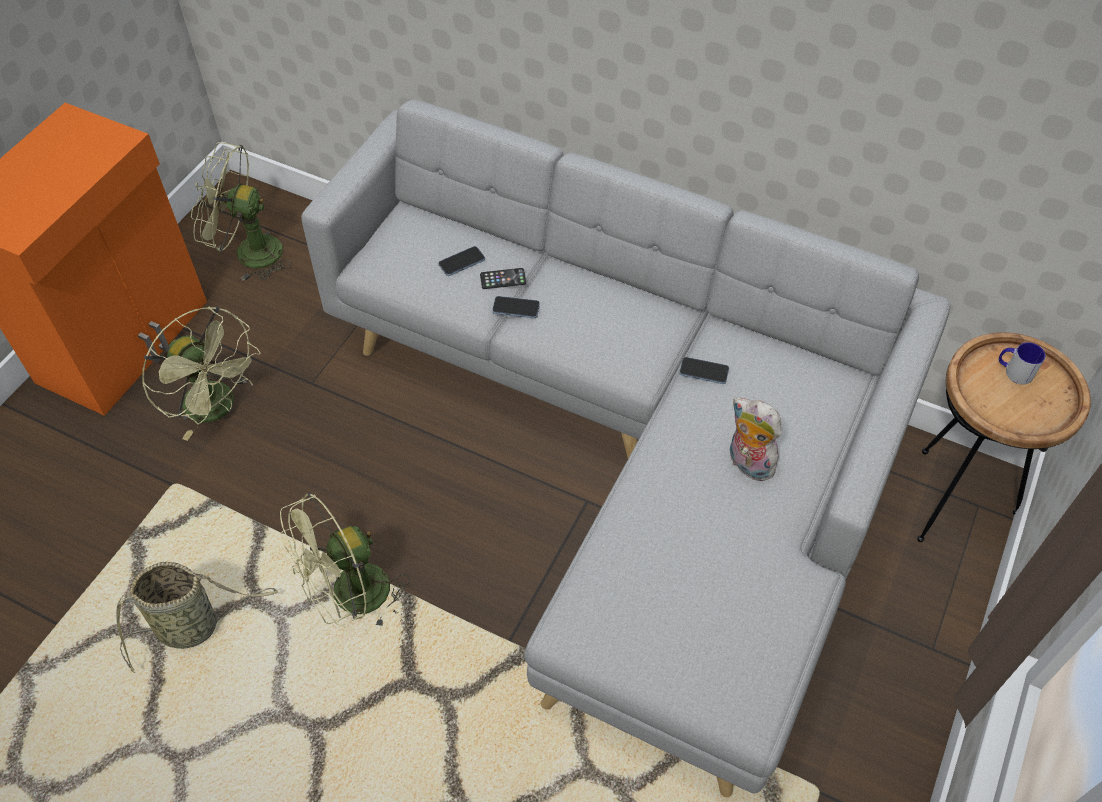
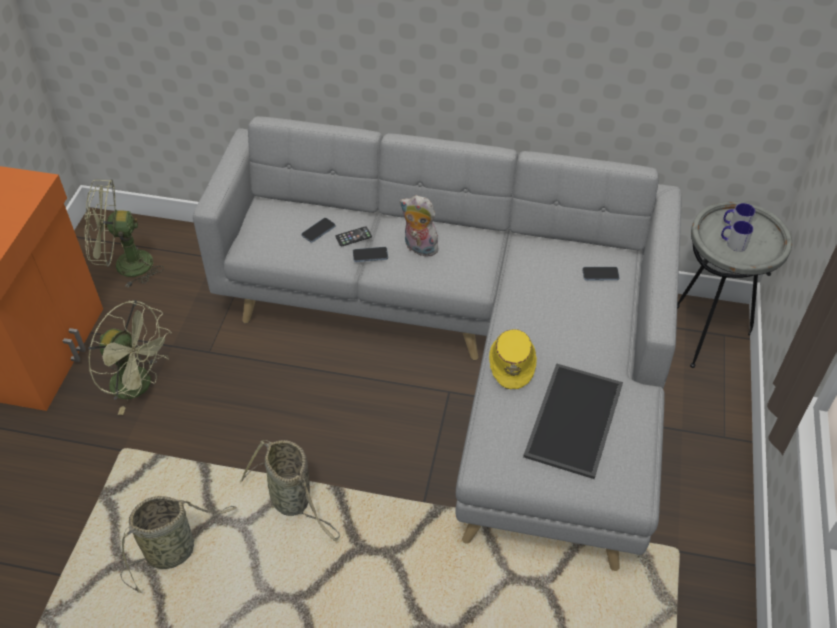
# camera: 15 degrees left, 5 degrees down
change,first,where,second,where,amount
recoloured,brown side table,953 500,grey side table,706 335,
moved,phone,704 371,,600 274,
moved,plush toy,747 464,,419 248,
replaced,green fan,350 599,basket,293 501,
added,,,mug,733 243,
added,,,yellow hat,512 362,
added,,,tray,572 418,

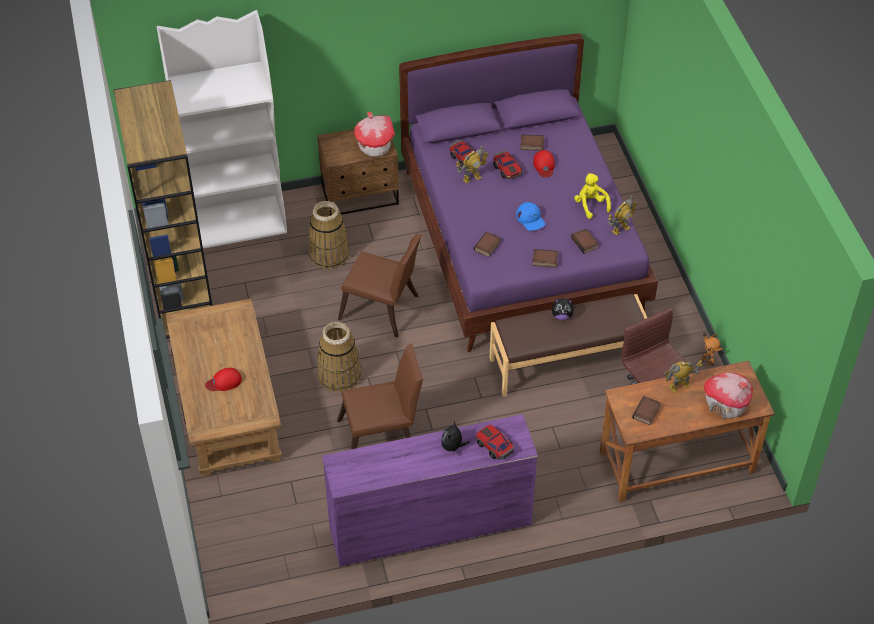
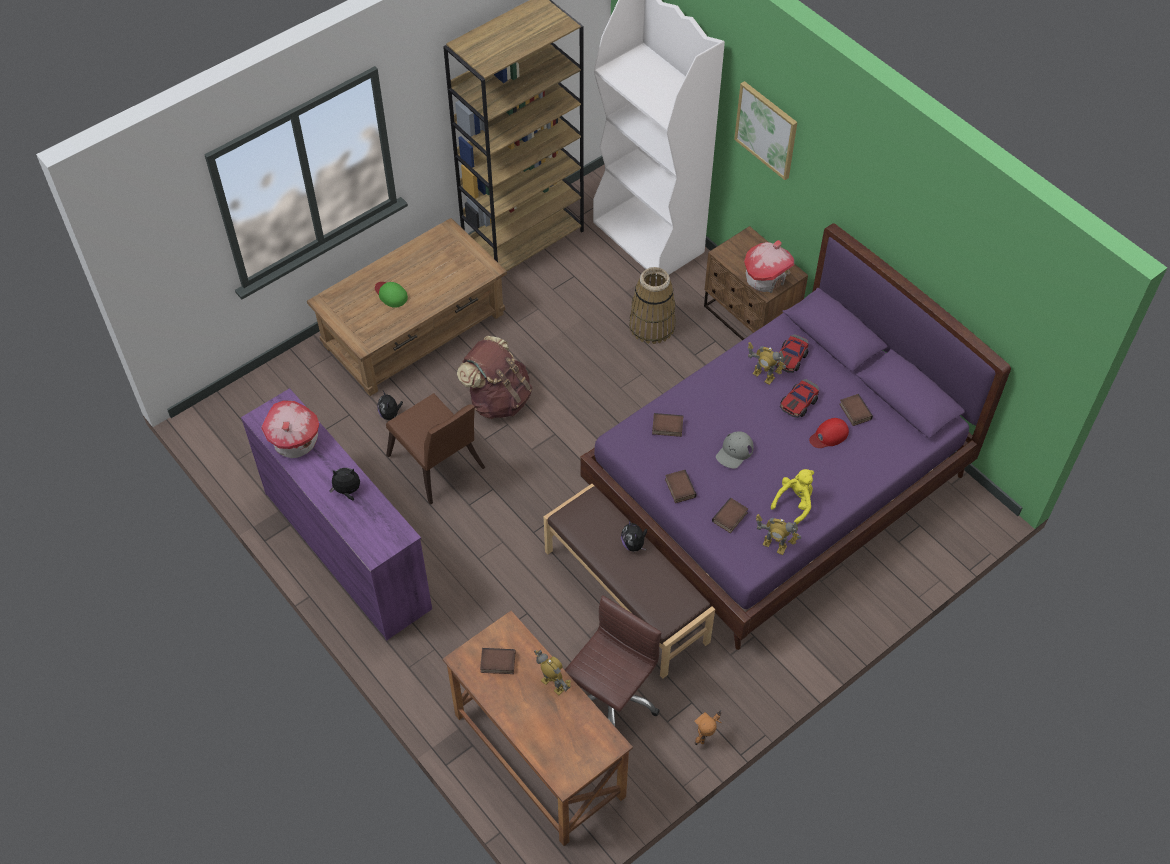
# camera: 65 degrees right, 5 degrees up
change,first,where,second,where,amount
recoloured,blue cap,530 219,grey cap,734 452,
removed,brown chair,383 310,,,
replaced,basket,339 375,brown backpack,498 399,
recoloured,red cap,224 382,green cap,391 294,
moved,toy house,726 405,,295 441,
removed,toy car,494 446,,,
added,,,picture,766 129,
added,,,plush toy,390 415,

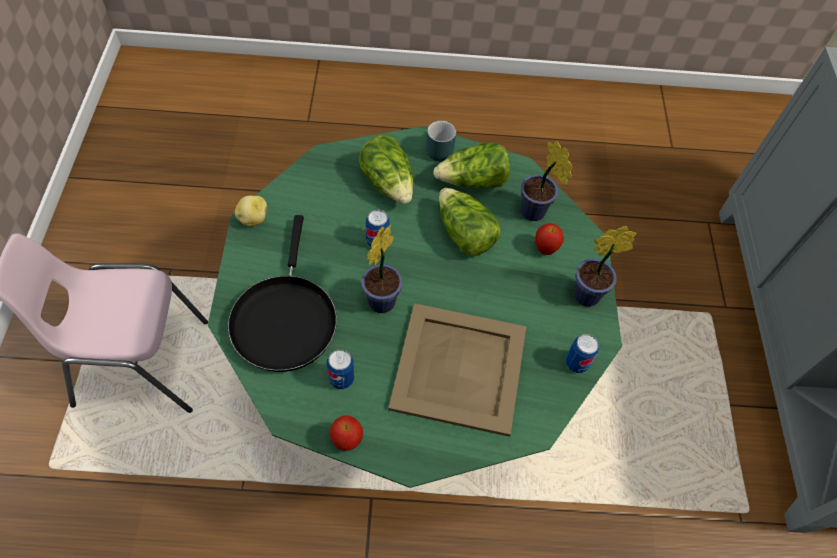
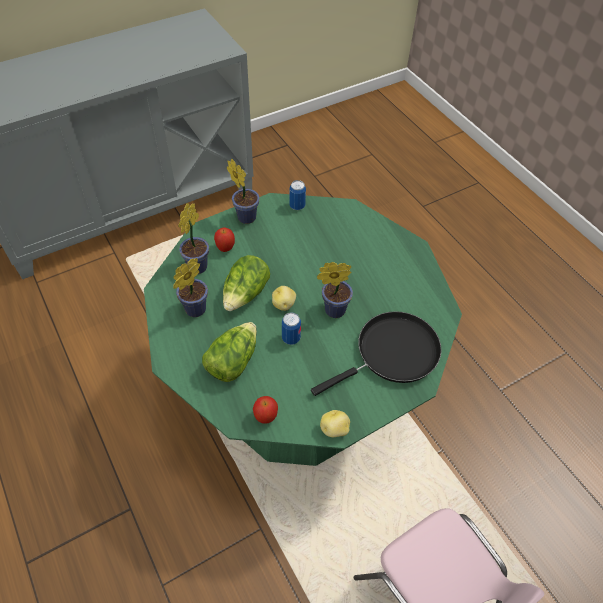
# camera: 120 degrees left, 5 degrees down
change,first,where,second,where,amount
removed,turquoise mug,438 149,,,
replaced,lettuce,473 182,potted plant,193 311,
removed,beige tray,458 369,,,
removed,can,341 379,,,
moved,apple,347 440,,265 417,
added,,,potato,284 304,

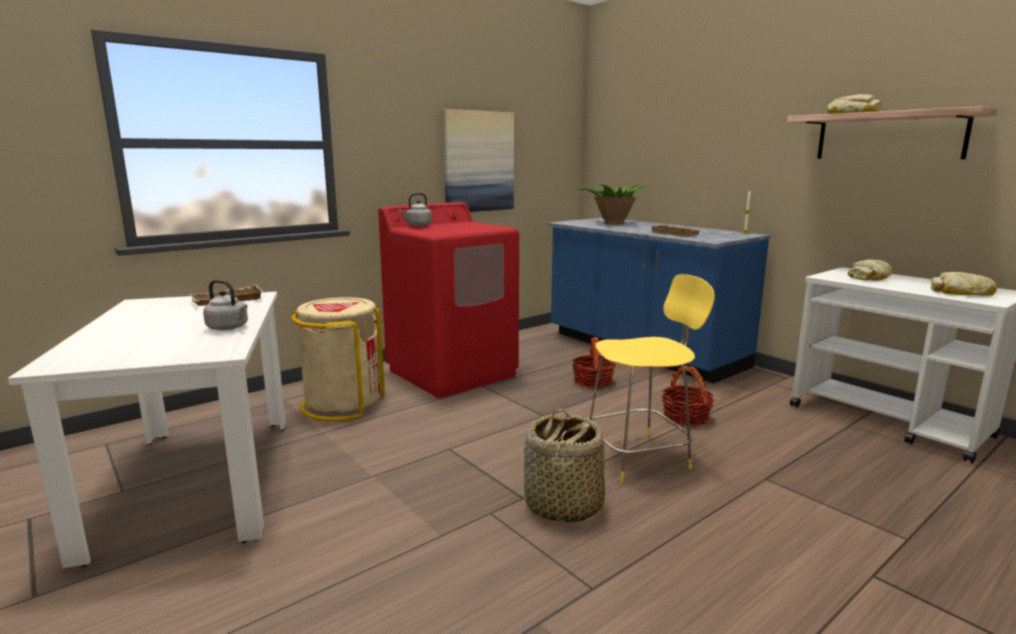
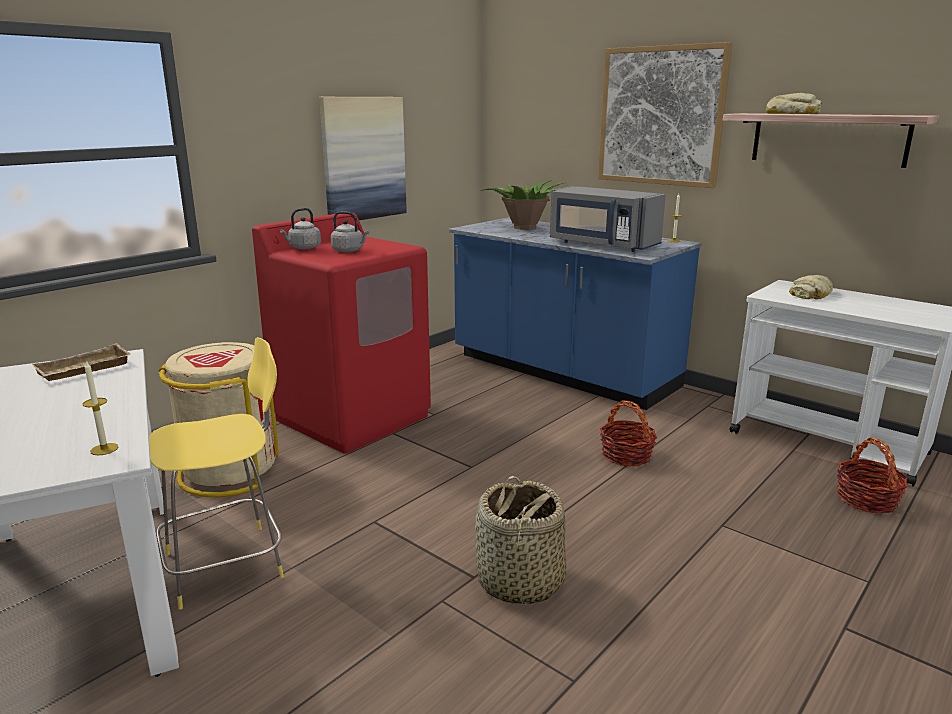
# camera: 10 degrees left, 5 degrees up
change,first,where,second,where,amount
replaced,beige tray,676 234,grey microwave,601 245,
removed,bread,961 292,,,
moved,yellow stool,640 456,,229 564,
moved,grey kettle,229 328,,349 251,
moved,basket,593 381,,866 500,
added,,,picture,661 116,
added,,,candle,104 449,

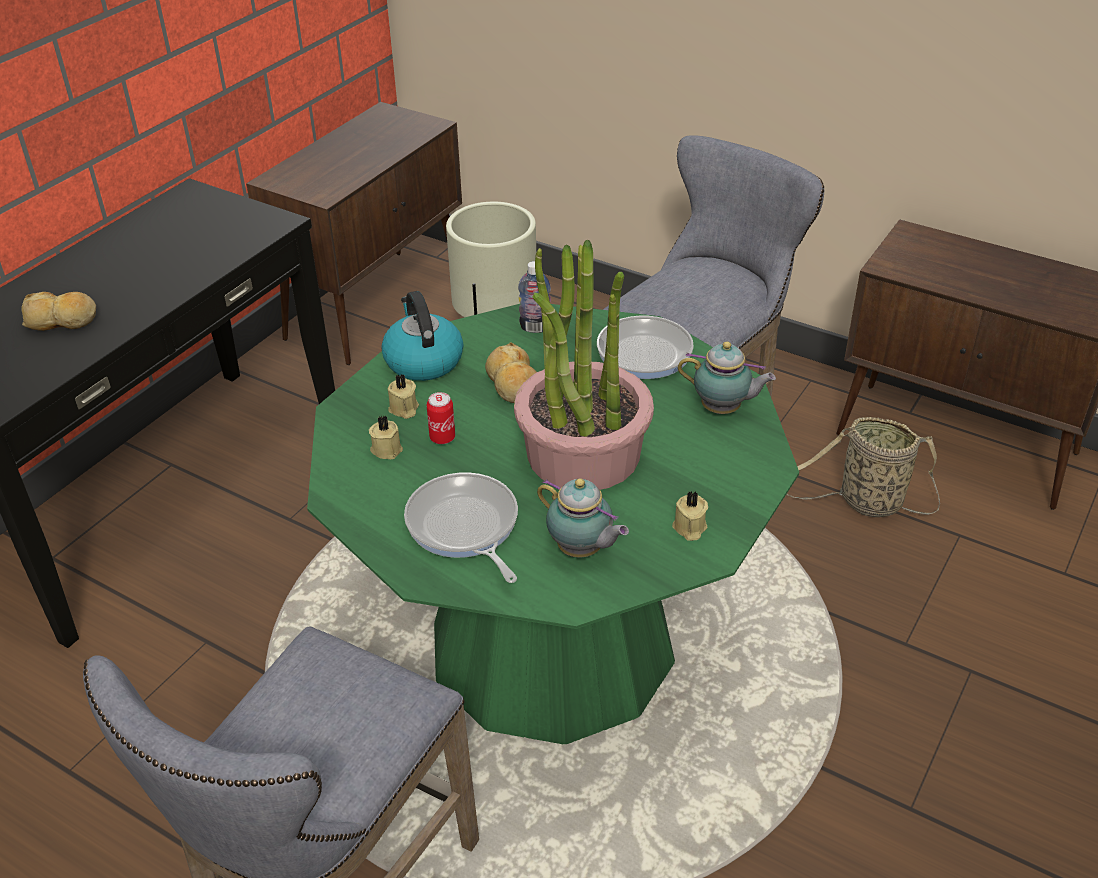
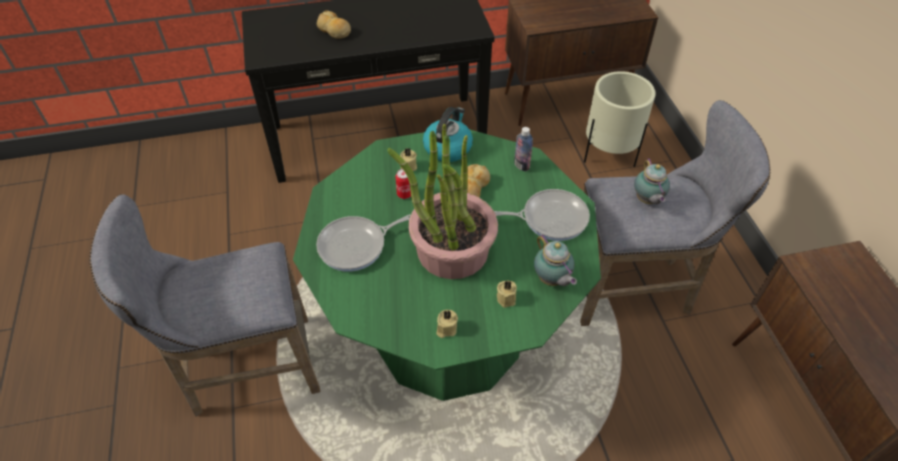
# camera: 45 degrees right, 10 degrees up
change,first,where,second,where,amount
moved,beige candle,387 449,,507 298,
removed,basket,865 503,,,
turned,frying pan,464 527,,356 246,135 degrees counterclockwise
moved,teapot,582 551,,647 200,

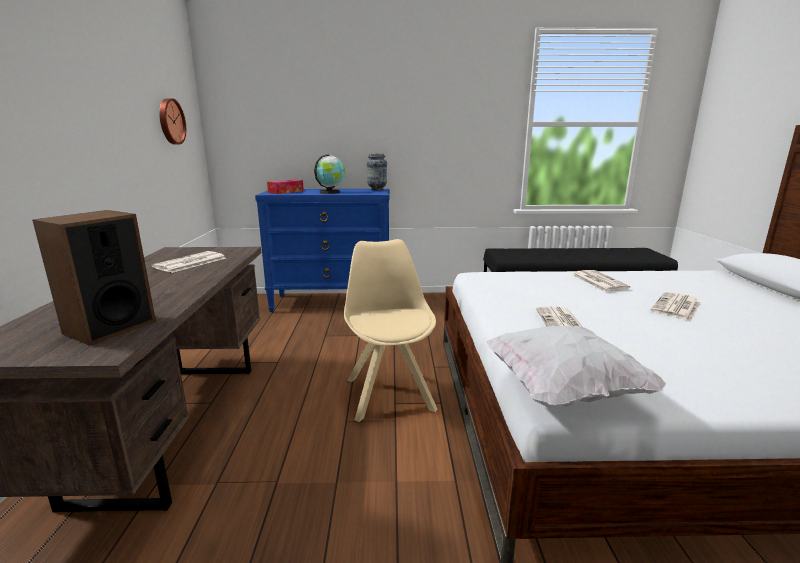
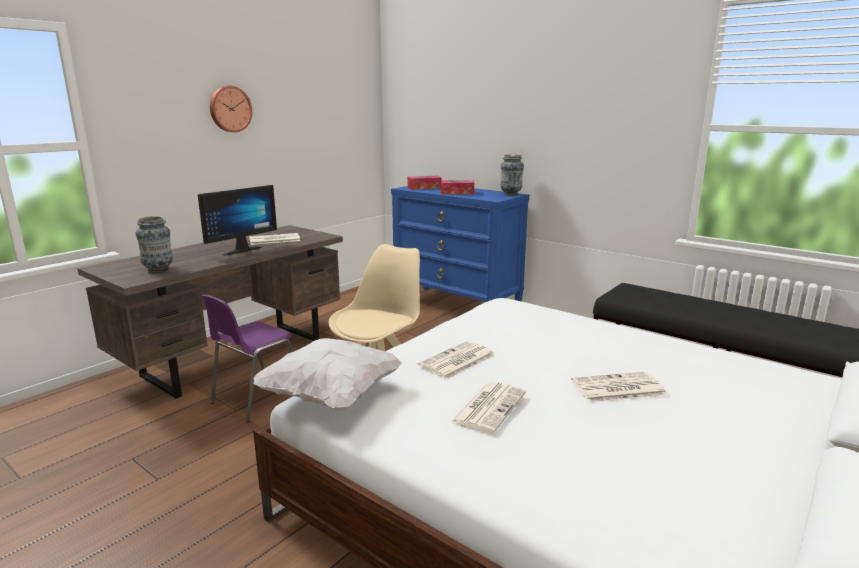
# camera: 40 degrees right, 0 degrees up
change,first,where,second,where,amount
moved,wall clock,170 121,,230 109,
replaced,globe,330 192,tissue box,457 192,
replaced,speaker,109 327,vase,158 269,
moved,newspaper,598 281,,489 407,
added,,,monitor,239 250,
added,,,purple chair,256 399,

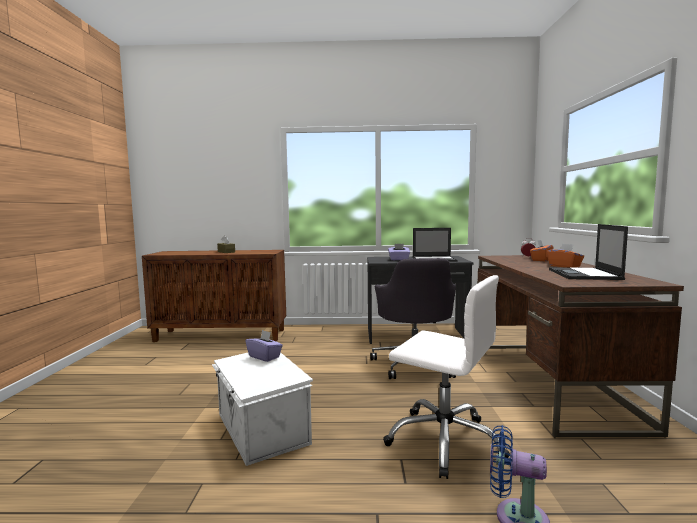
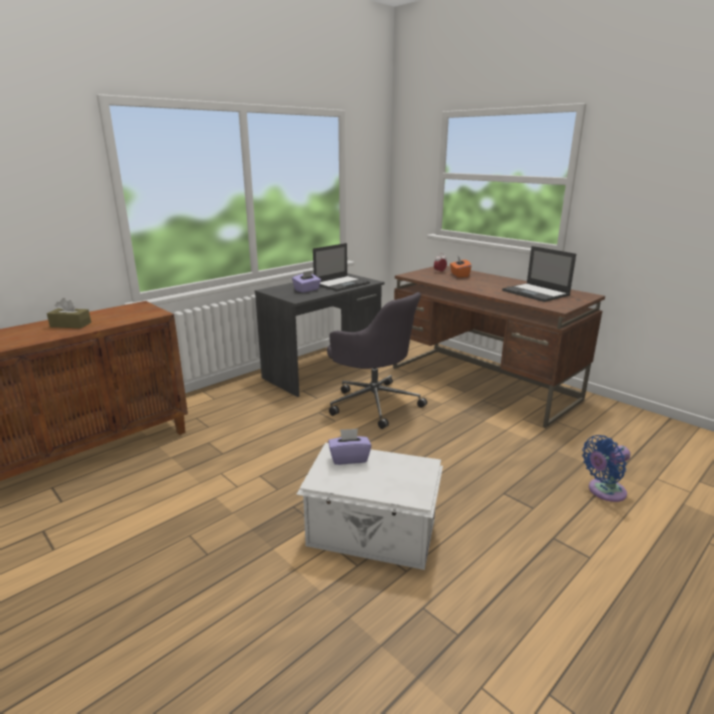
# camera: 45 degrees left, 15 degrees up
change,first,where,second,where,amount
removed,orange tissue box,564 266,,,
removed,white office chair,445 441,,,

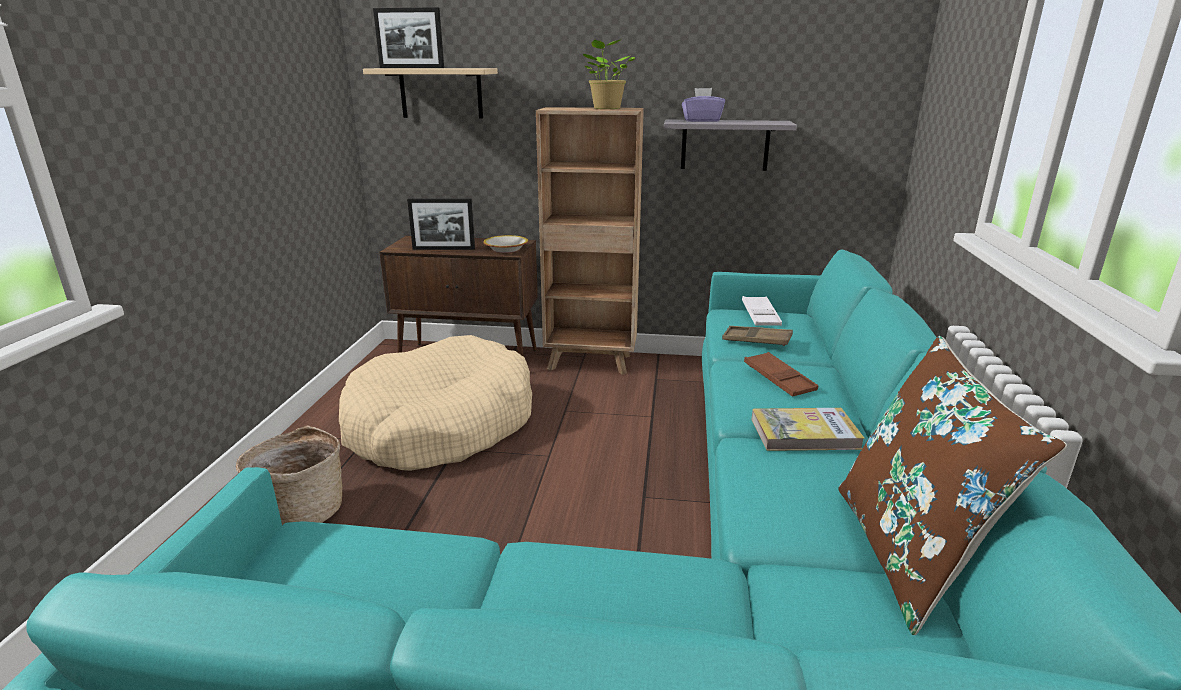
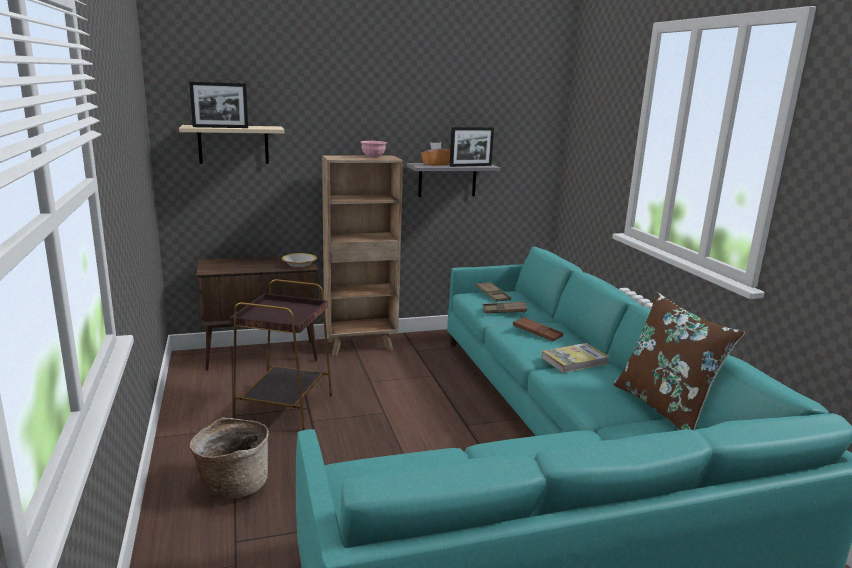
# camera: 25 degrees left, 5 degrees down
change,first,where,second,where,amount
replaced,potted plant,606 108,pink bowl,373 157,
recoloured,purple tissue box,701 121,orange tissue box,435 164,
moved,picture frame,443 249,,470 166,
recoloured,white tray,760 315,brown tray,492 295,
replaced,beige dog bed,440 424,brown side table,285 407,

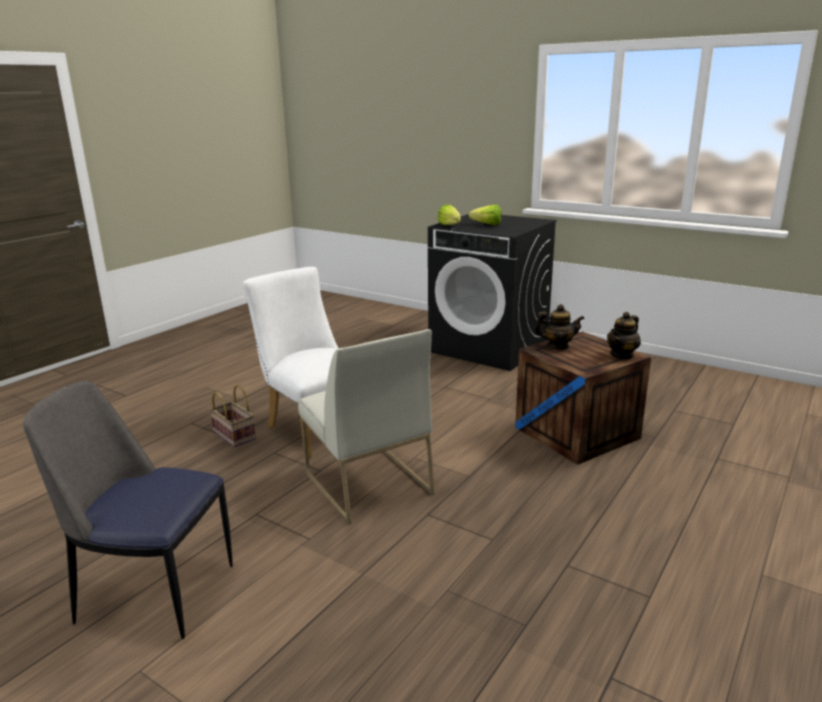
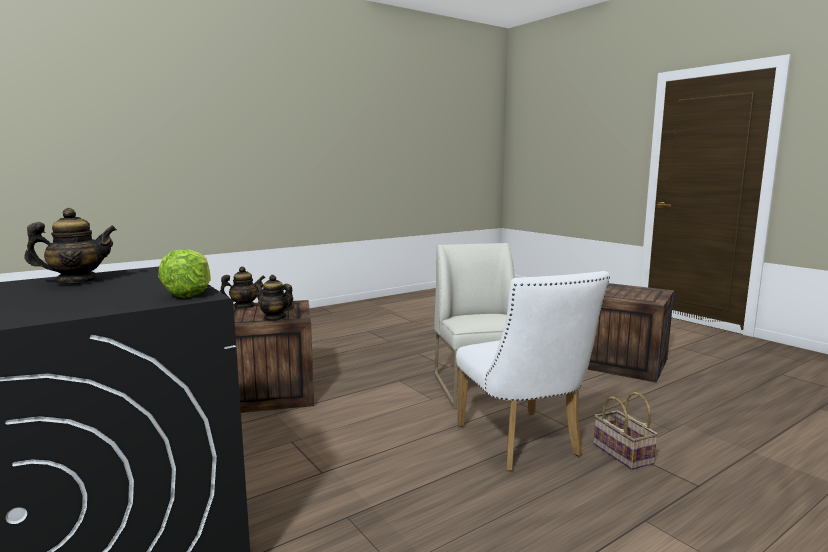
# camera: 160 degrees left, 10 degrees down
change,first,where,second,where,amount
removed,lettuce,484 224,,,
replaced,chair,153 591,crate,623 363,
added,,,teapot,77 281,

